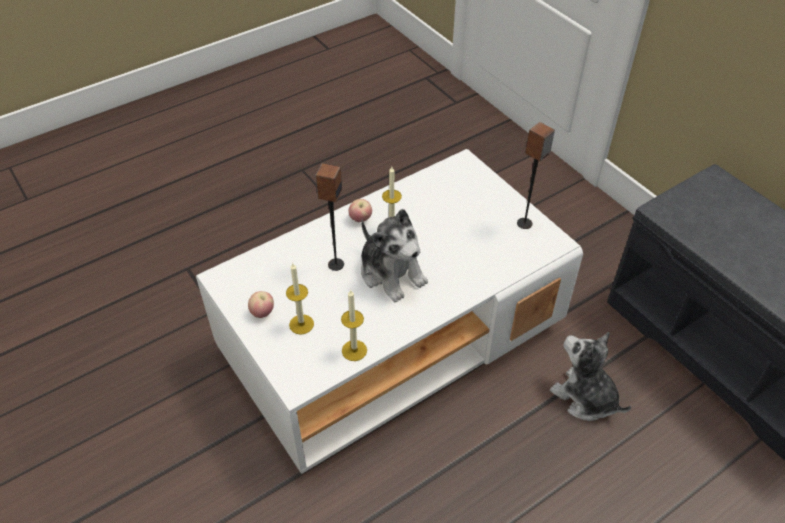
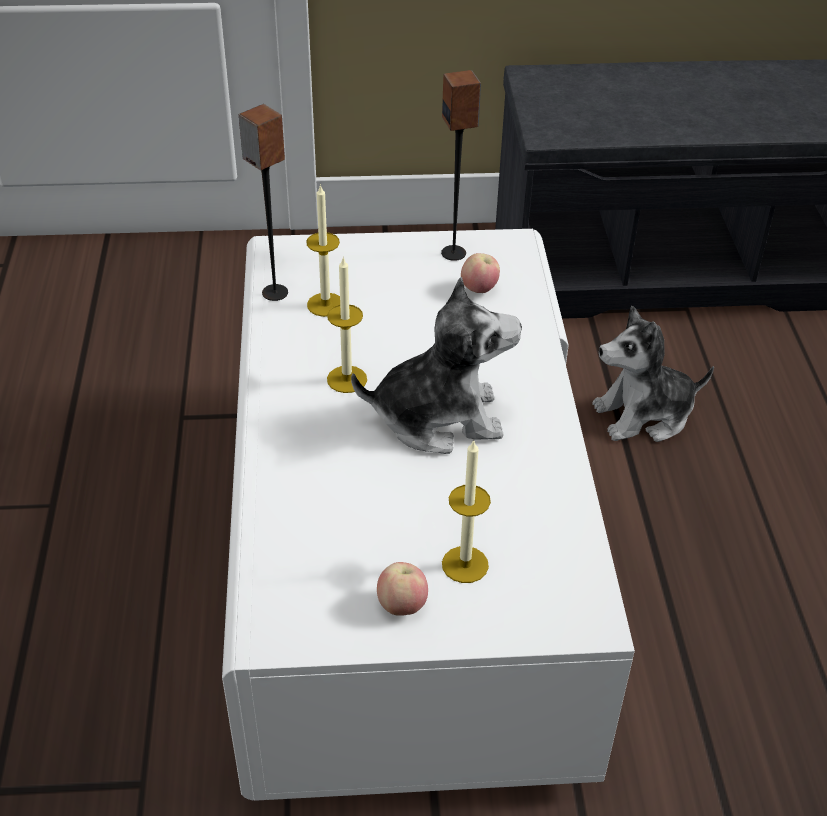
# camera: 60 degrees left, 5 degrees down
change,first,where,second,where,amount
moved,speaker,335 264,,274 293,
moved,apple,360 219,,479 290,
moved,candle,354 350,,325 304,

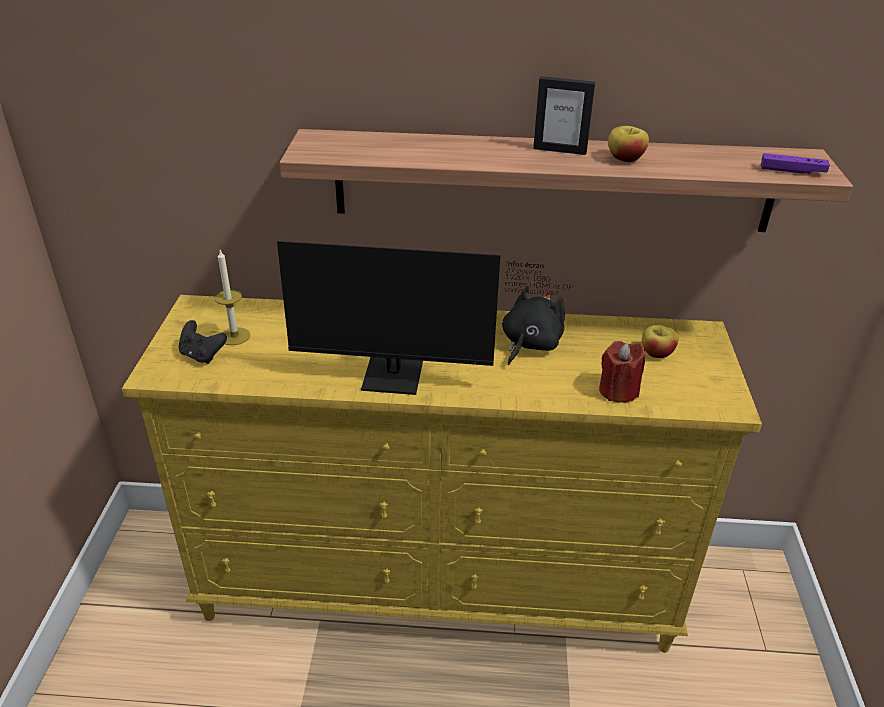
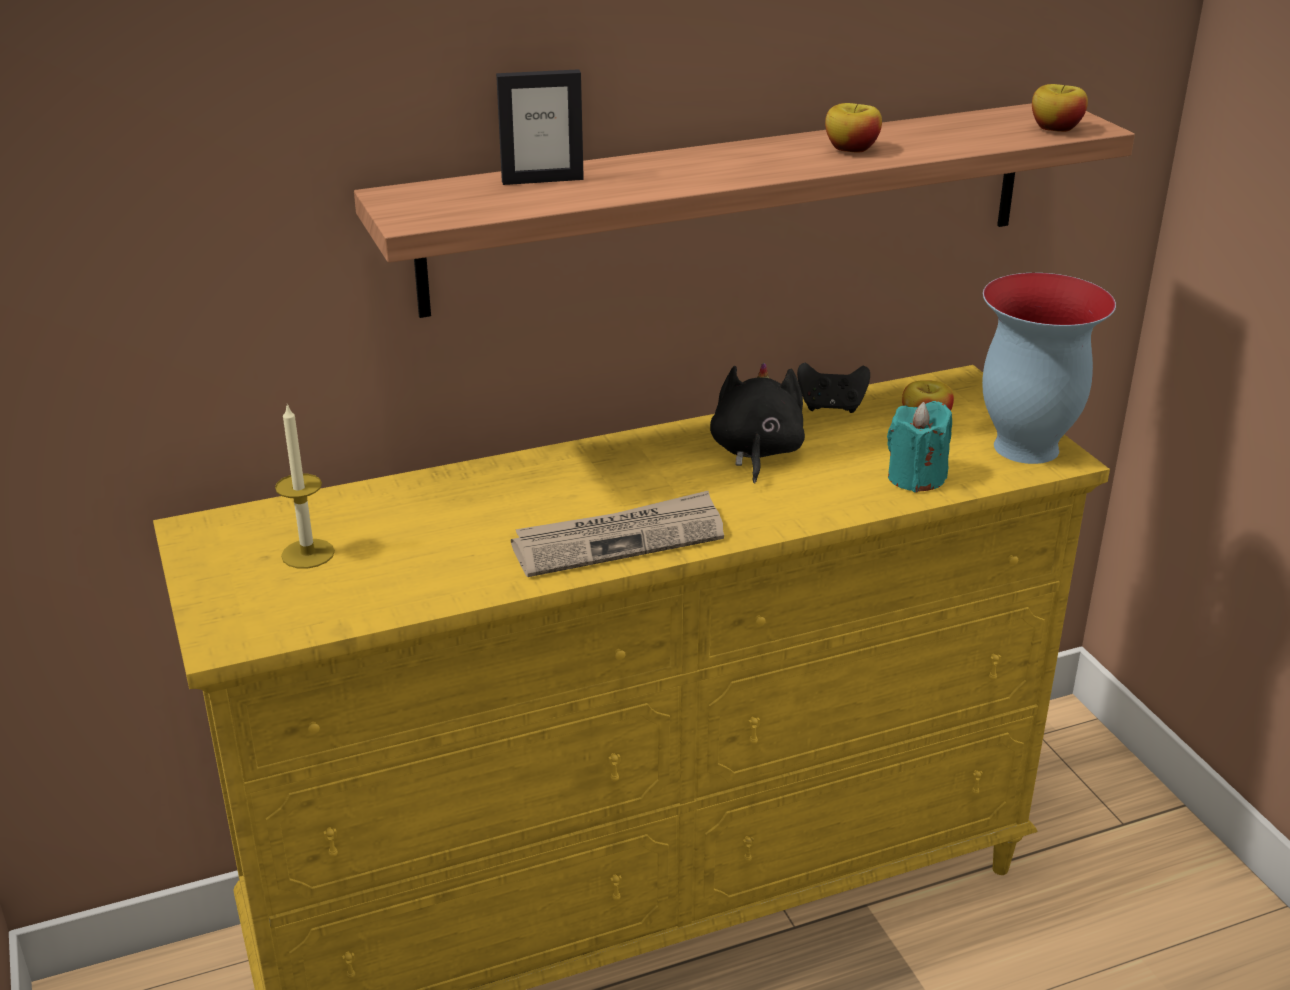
# camera: 25 degrees left, 5 degrees down
change,first,where,second,where,amount
moved,picture frame,560 150,,542 180,
replaced,purple game controller,792 171,apple,1055 129,
replaced,monitor,402 378,newspaper,619 540,
moved,black game controller,202 355,,831 407,
recoloured,red candle,618 391,turquoise candle,916 478,
added,,,vase,1024 448,

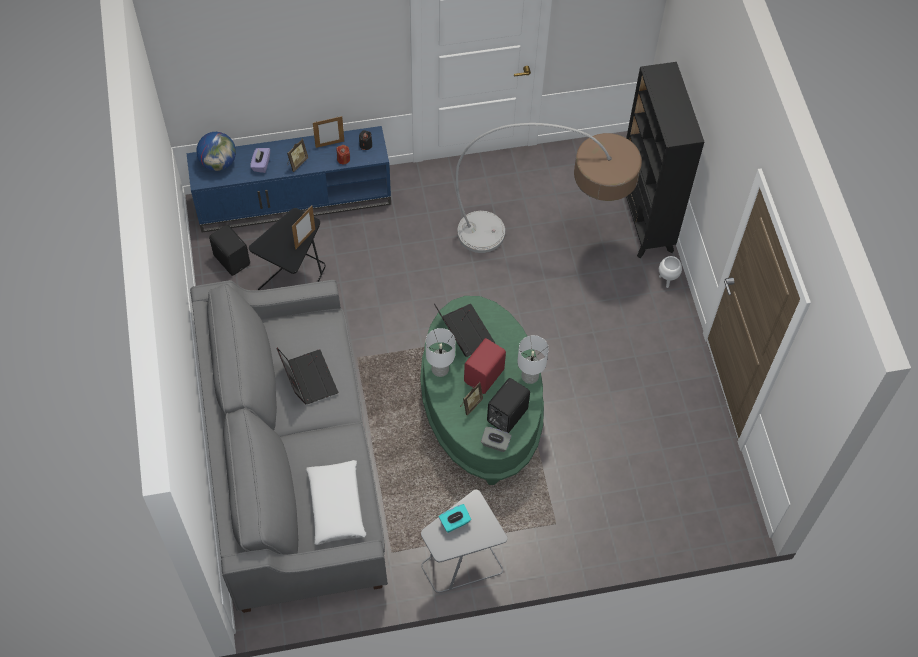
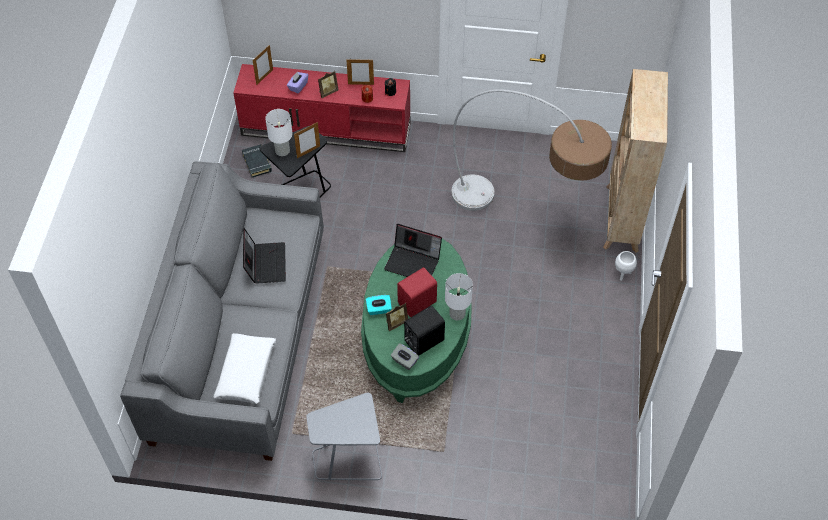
# camera: 20 degrees right, 5 degrees down
change,first,where,second,where,amount
recoloured,black bookcase,644 219,beige bookcase,621 218,
recoloured,blue tv stand,295 199,red tv stand,327 128,
replaced,globe,219 162,picture frame,264 77,
replaced,black speaker,232 259,black book,257 162,
turned,laptop,463 332,,413 262,120 degrees clockwise
moved,white table lamp,440 368,,282 150,
moved,turquoise tissue box,454 522,,379 309,

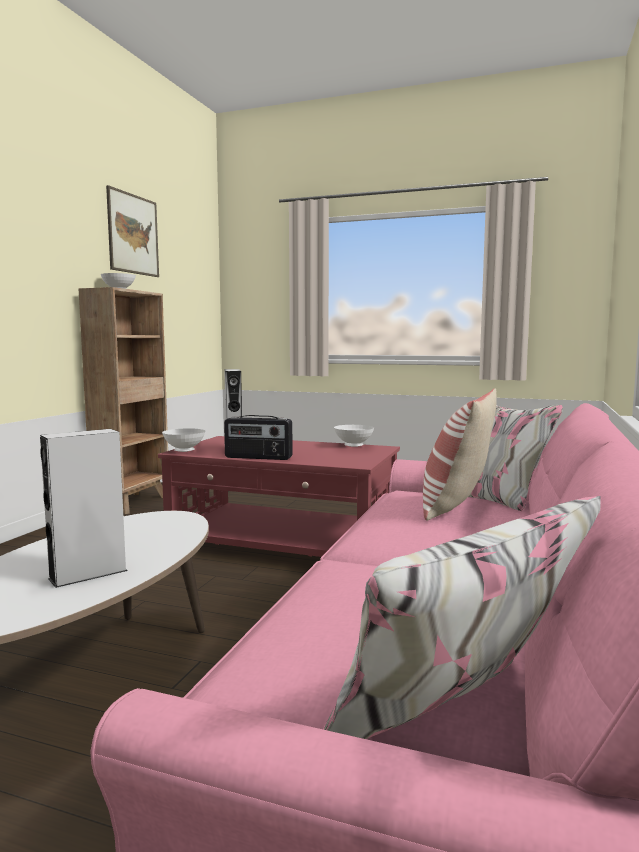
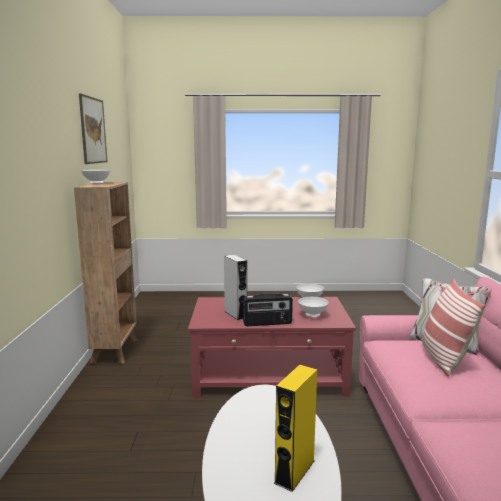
# camera: 20 degrees left, 5 degrees up
change,first,where,second,where,amount
moved,white bowl,185 451,,313 315,
recoloured,grey speaker,88 574,yellow speaker,294 471,

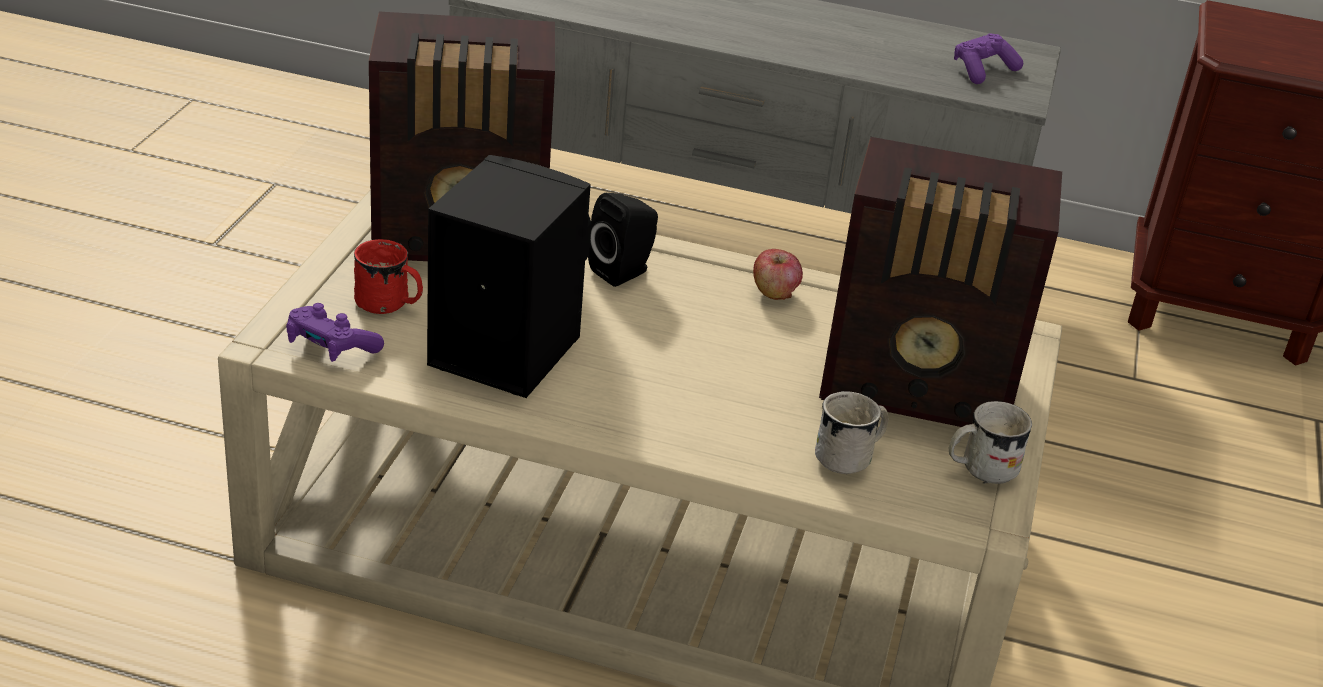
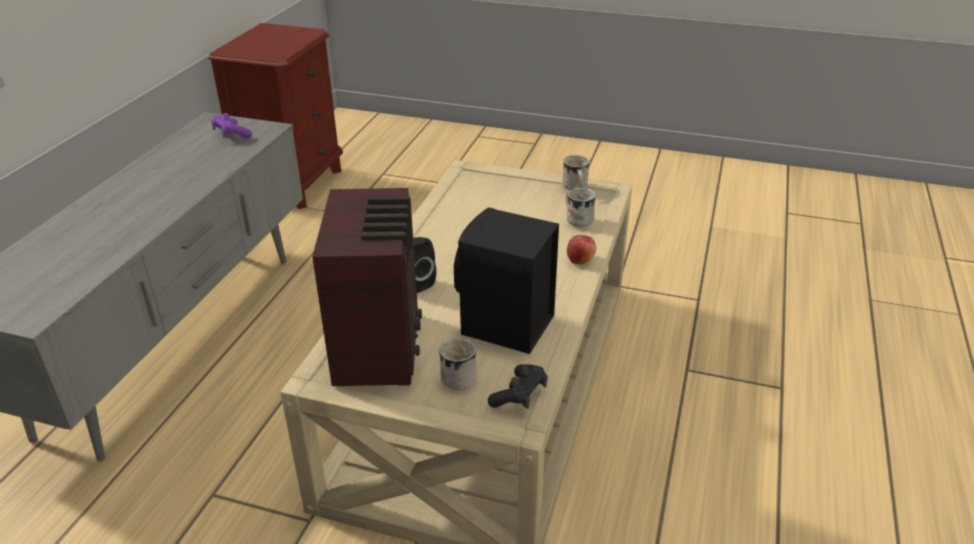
# camera: 85 degrees left, 0 degrees up
change,first,where,second,where,amount
removed,radio,921 389,,,
recoloured,red mug,389 305,white mug,461 376,
moved,apple,774 292,,580 259,
recoloured,purple game controller,330 347,black game controller,519 395,

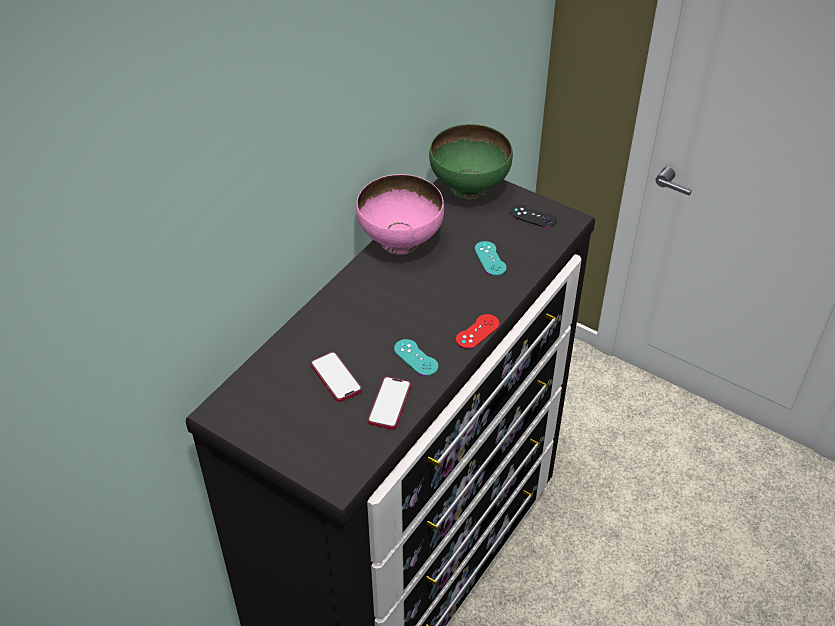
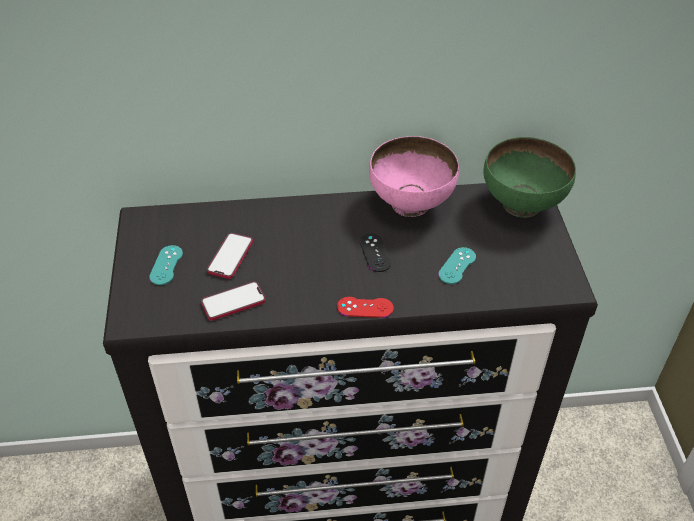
# camera: 50 degrees right, 0 degrees up
change,first,where,second,where,amount
moved,black game controller,533 216,,375 253,
moved,turquoise game controller,416 357,,166 265,

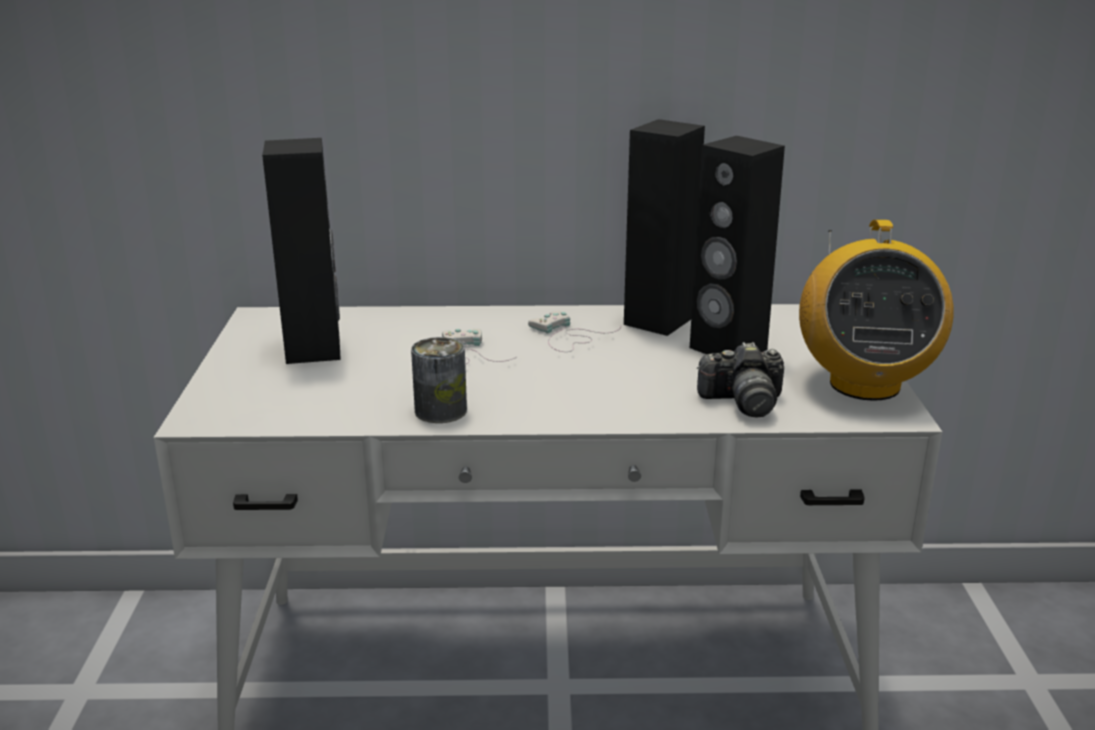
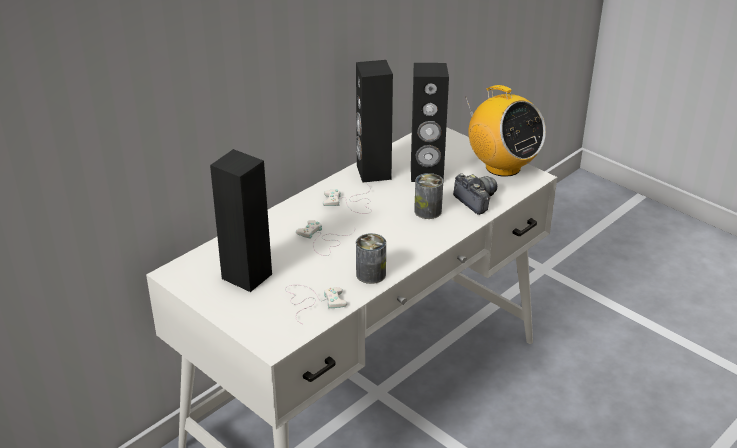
# camera: 45 degrees left, 10 degrees up
change,first,where,second,where,amount
turned,photo camera,743 402,,475 200,75 degrees counterclockwise
added,,,can,428 211,
added,,,white game controller,312 301,

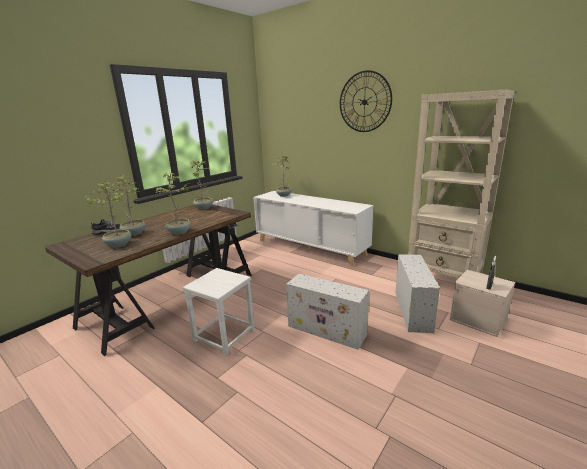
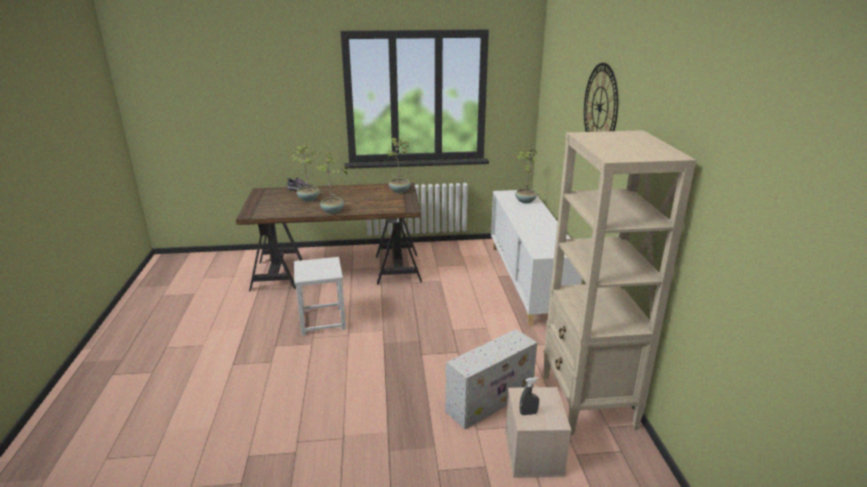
# camera: 45 degrees right, 5 degrees up
change,first,where,second,where,amount
removed,potted plant,118 244,,,
removed,white storage box,328 330,,,

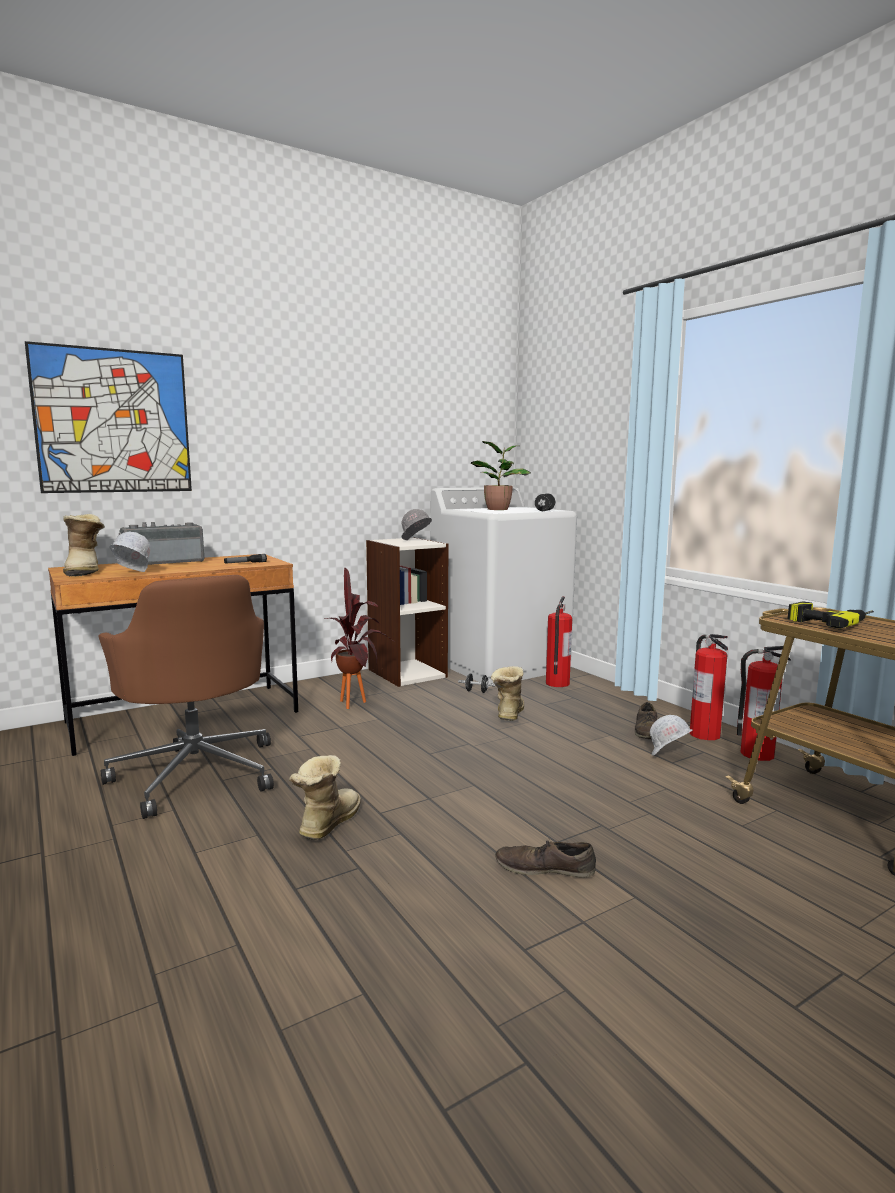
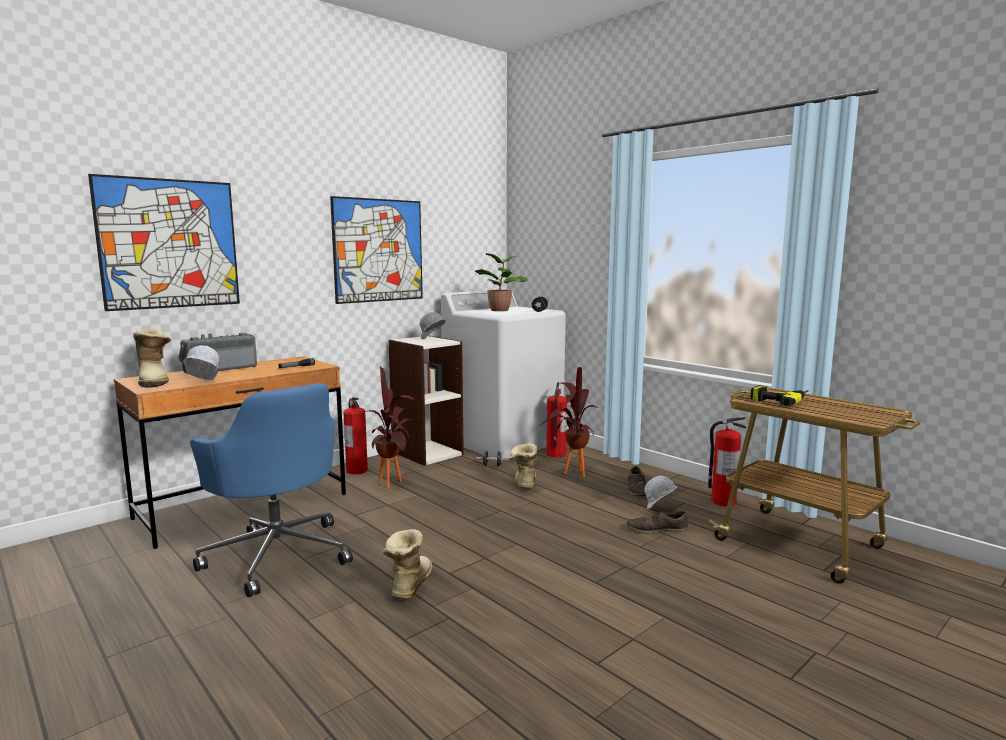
# camera: 10 degrees left, 0 degrees up
change,first,where,second,where,amount
recoloured,brown office chair,196 773,blue office chair,278 554,
moved,fire extinguisher,704 734,,356 470,
moved,brown shoe,544 868,,656 529,
added,,,picture,378 250,
added,,,potted plant,570 474,

